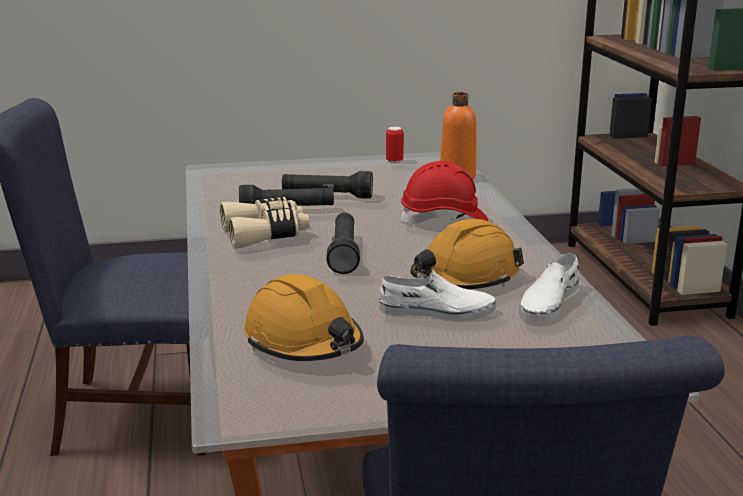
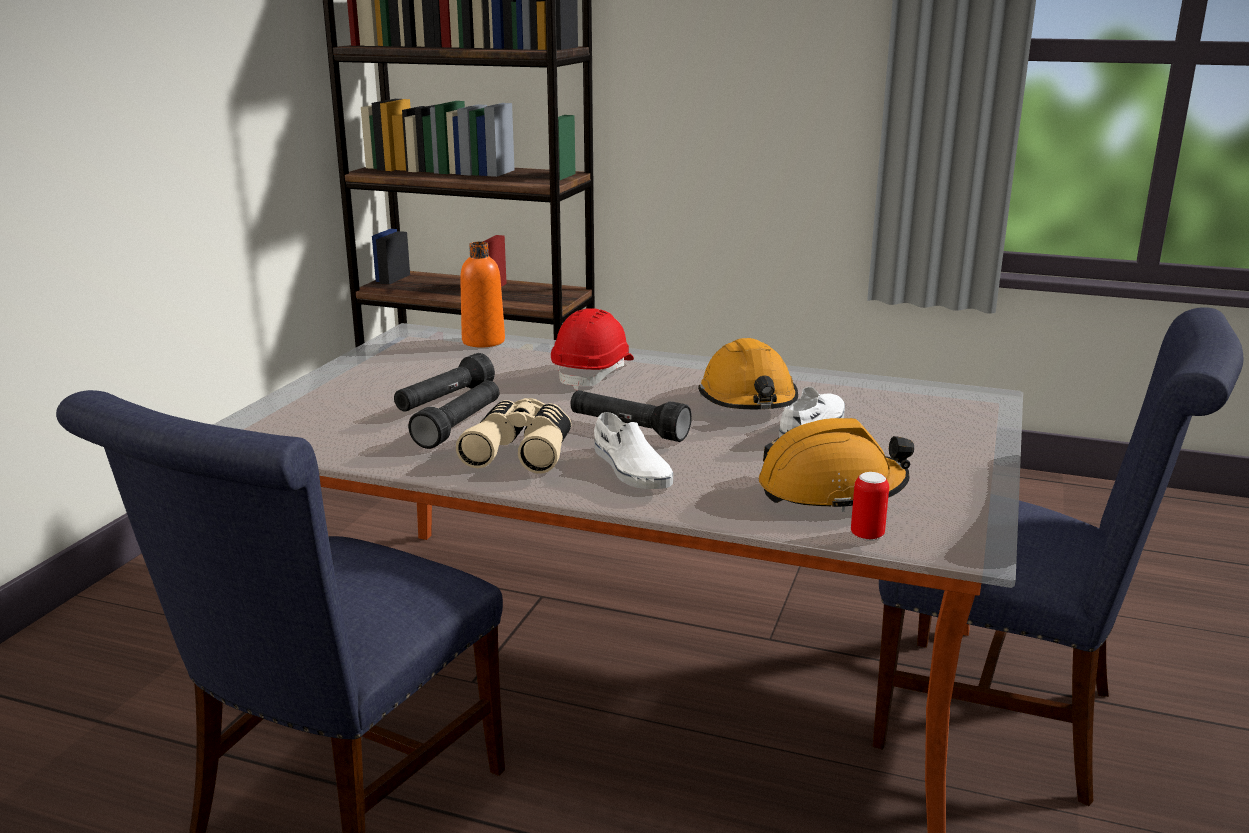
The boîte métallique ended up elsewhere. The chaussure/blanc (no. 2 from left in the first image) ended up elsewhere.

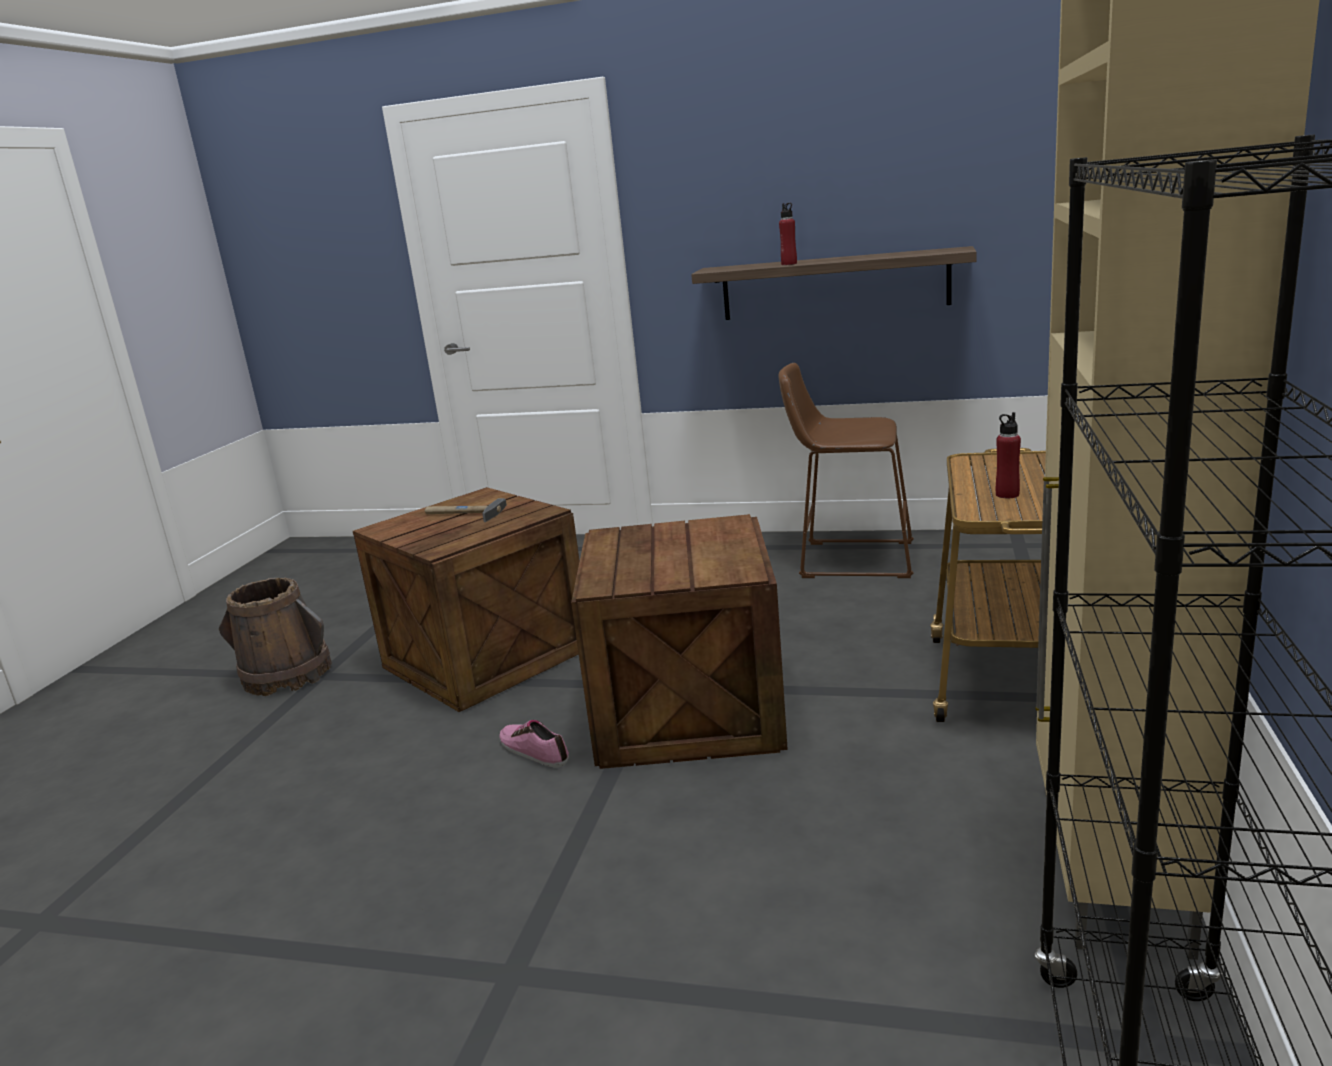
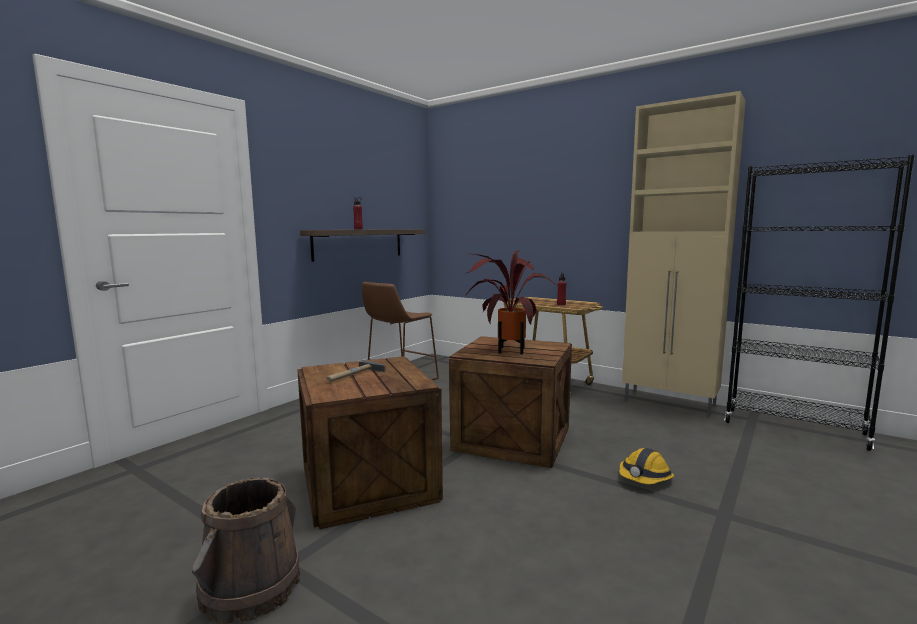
The second view lost the chaussure. The second view gained the plante en pot. The second view gained the casque de chantier.

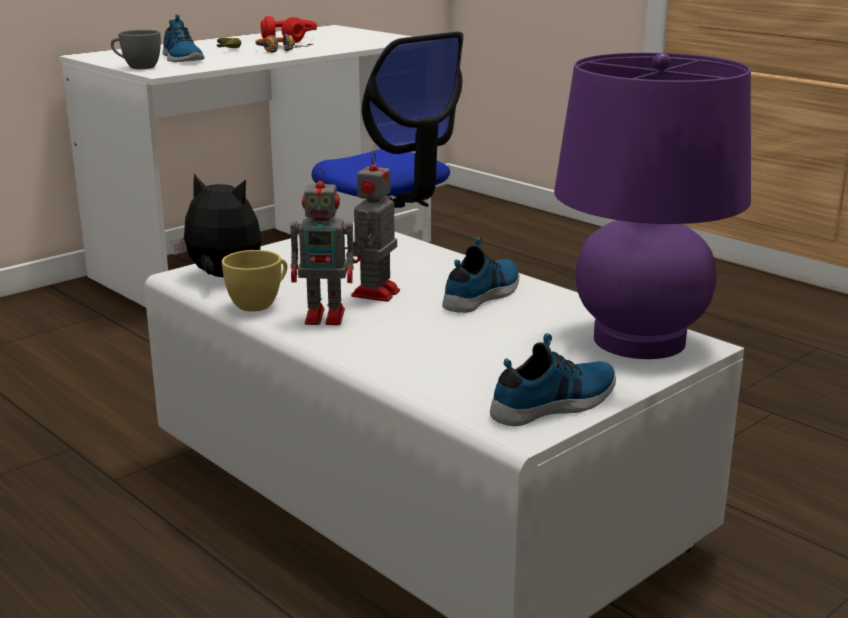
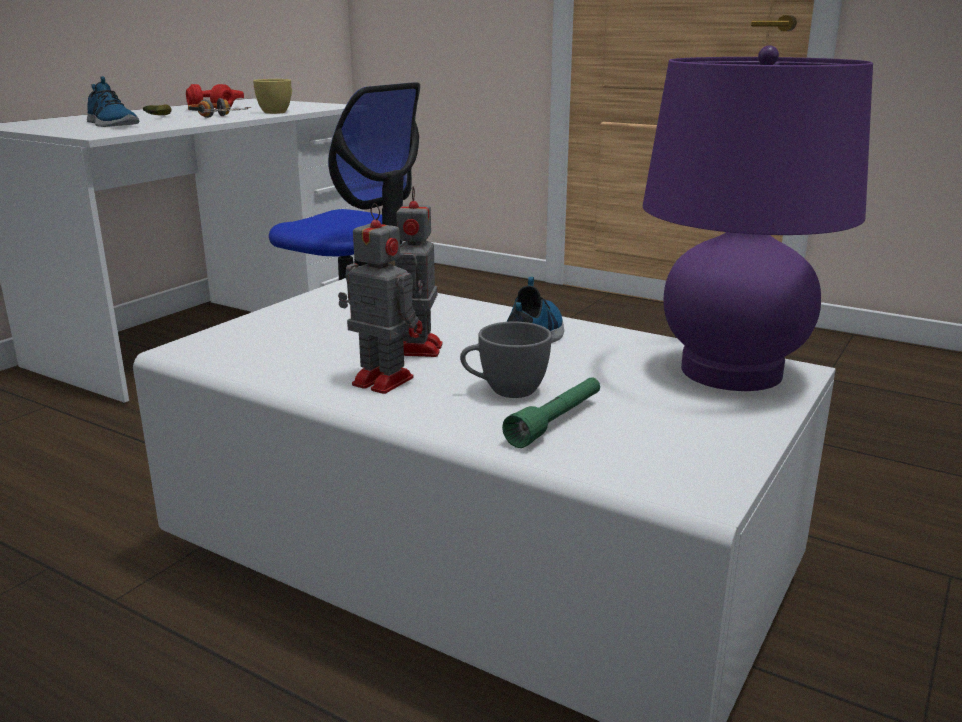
The second view lost the peluche. The second view lost the chaussure (no. 3 from left). The second view gained the lampe de poche/vert. The tasse/gris ended up elsewhere. The tasse/jaune ended up elsewhere. The robot jouet (no. 1 from left) ended up facing another way, 135 degrees counterclockwise from before.

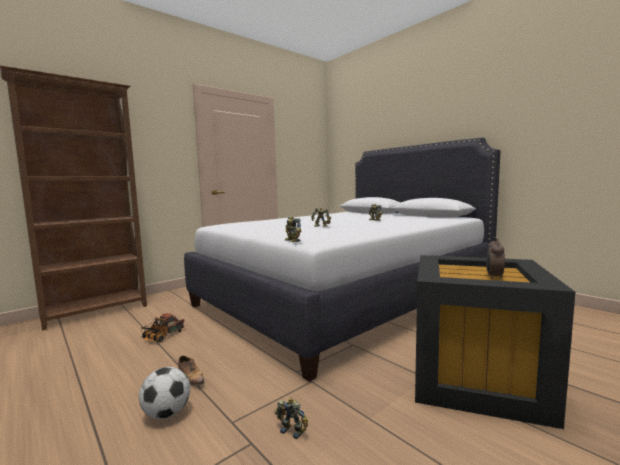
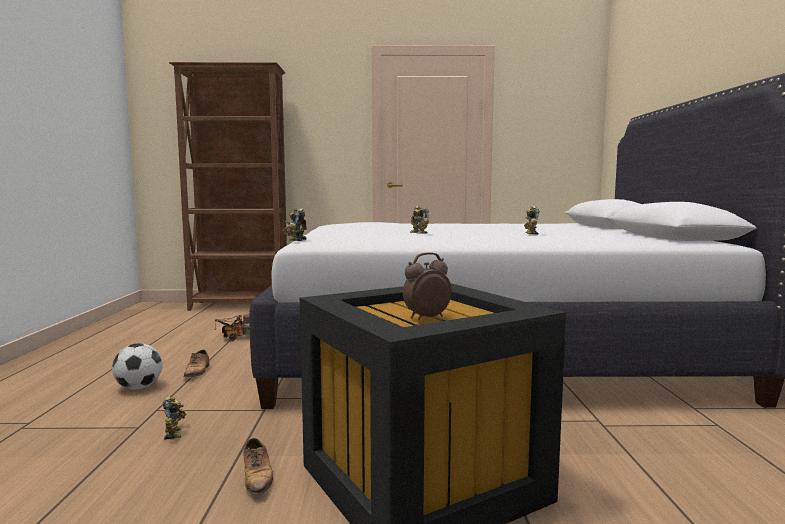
The second view gained the chaussure (no. 2 from left).

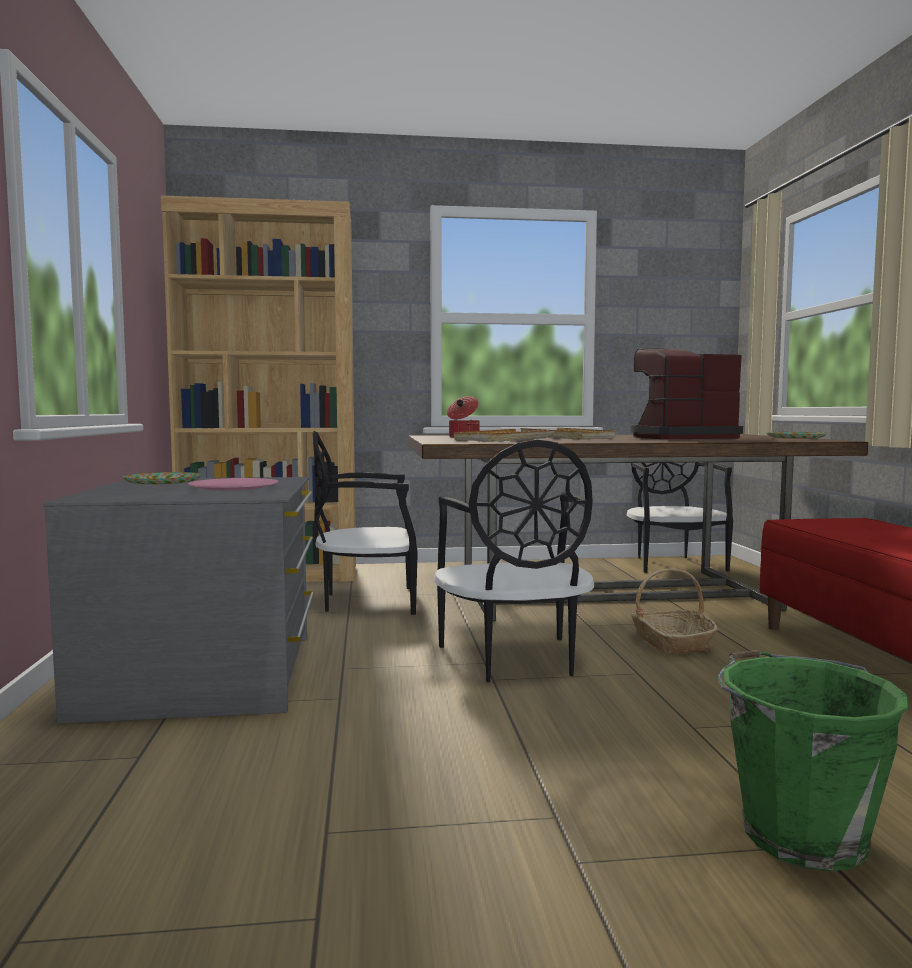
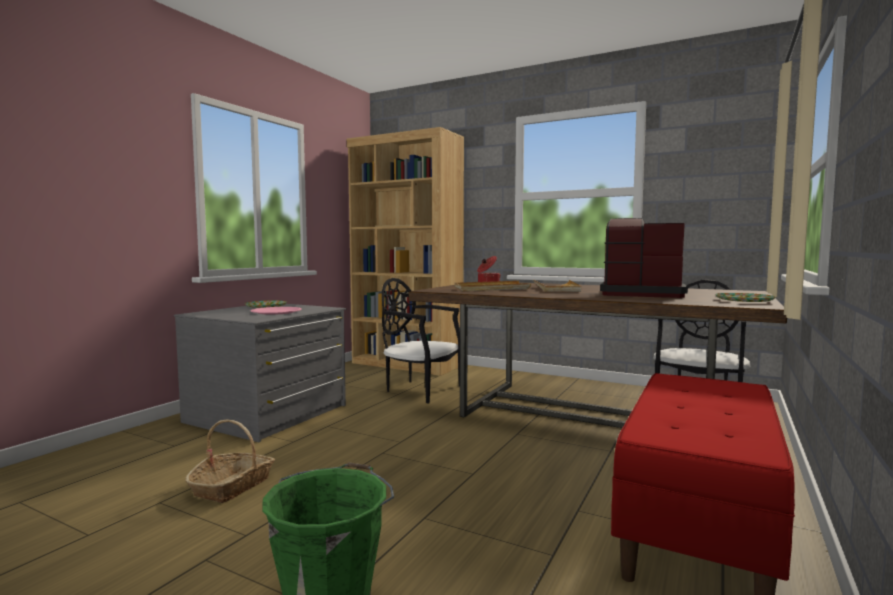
The second view lost the chaise/noir (no. 2 from left). The panier ended up elsewhere.

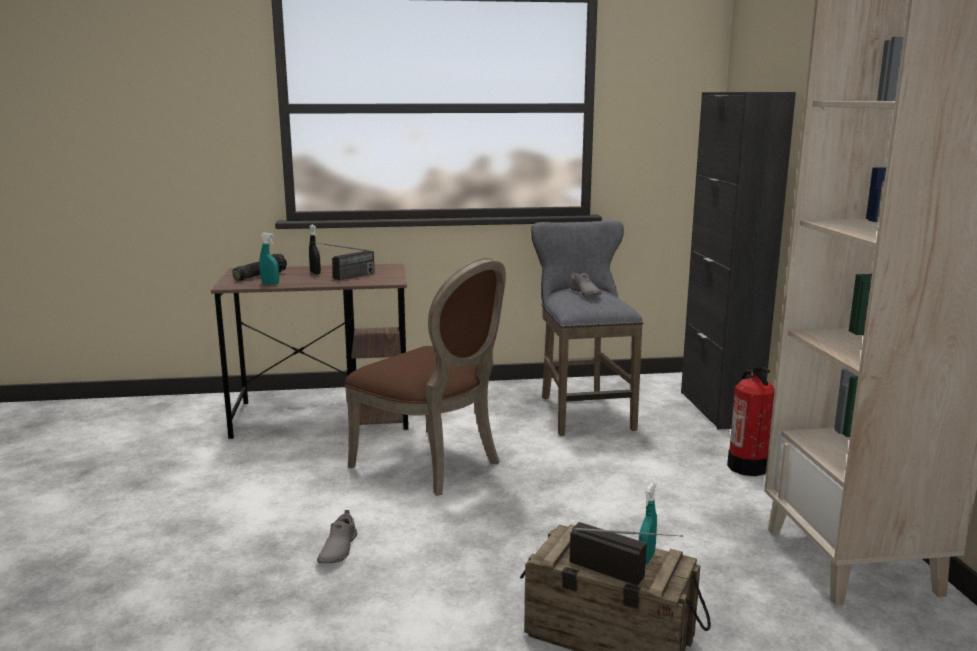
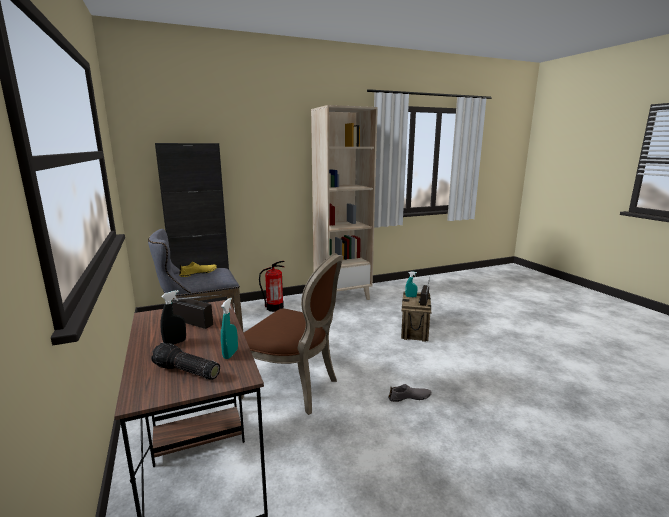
What was the chaussure/gris (no. 2 from left) turned into the chaussure/jaune. The chaise/marron ended up facing another way, 90 degrees clockwise from before.

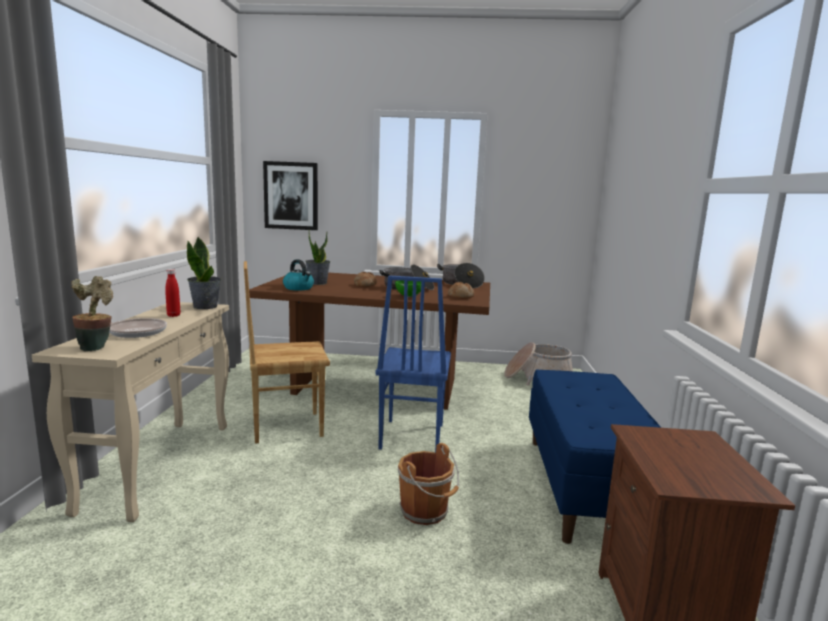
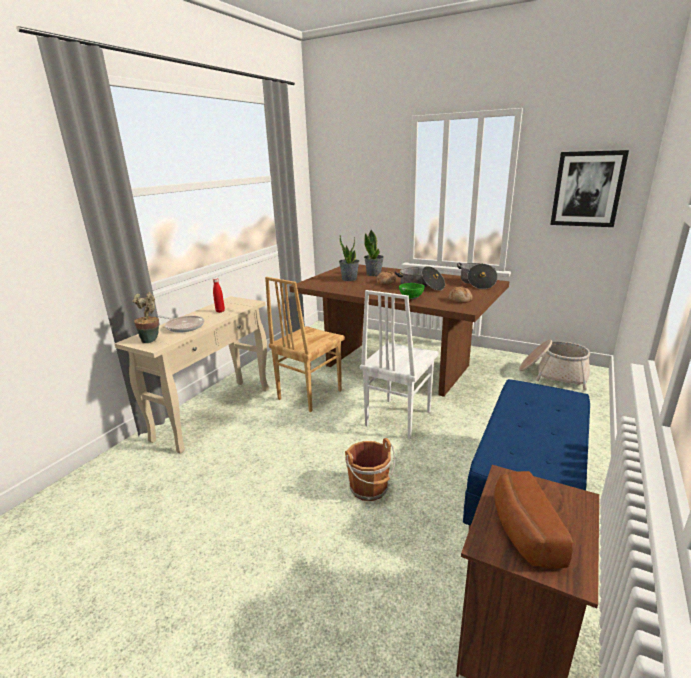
The second view lost the bouilloire. The second view gained the pain (no. 3 from left). The plante en pot (no. 2 from left in the first image) ended up elsewhere. The tableau ended up elsewhere. What was the chaise/bleu turned into the chaise/blanc. The chaise/marron ended up facing another way, 60 degrees counterclockwise from before.

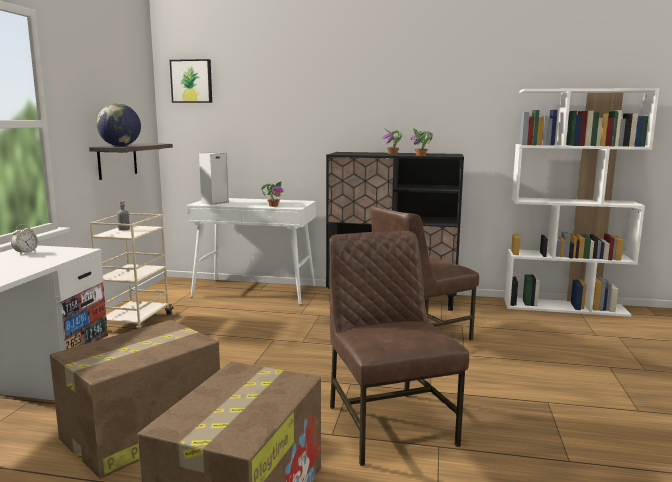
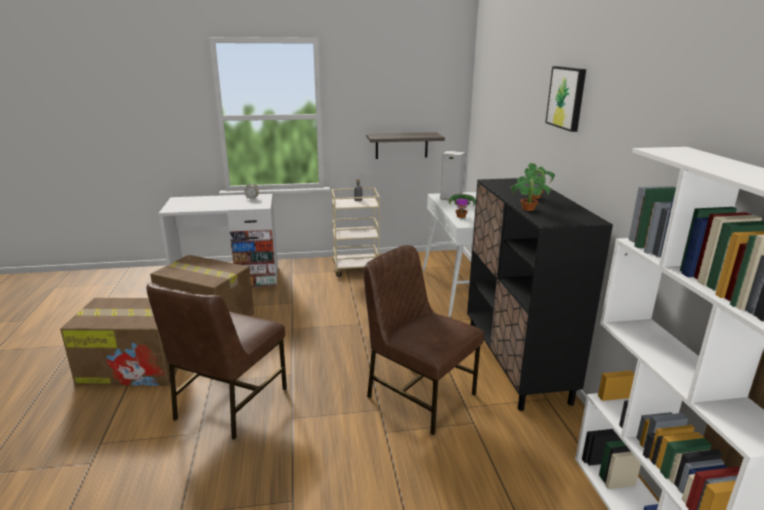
The second view lost the globe. The tableau ended up elsewhere. The chaise/marron (no. 1 from left) ended up facing another way, 150 degrees clockwise from before.

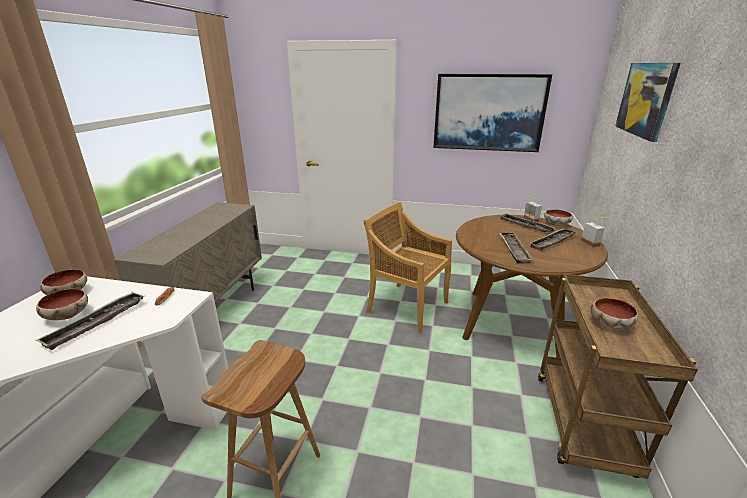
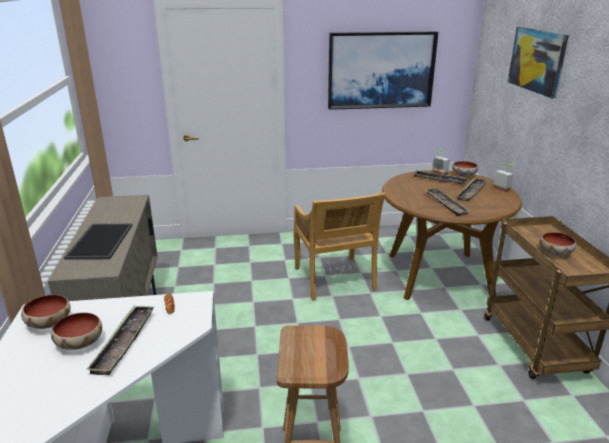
The second view gained the plateau (no. 1 from left). The chaise/beige ended up facing another way, 120 degrees counterclockwise from before.

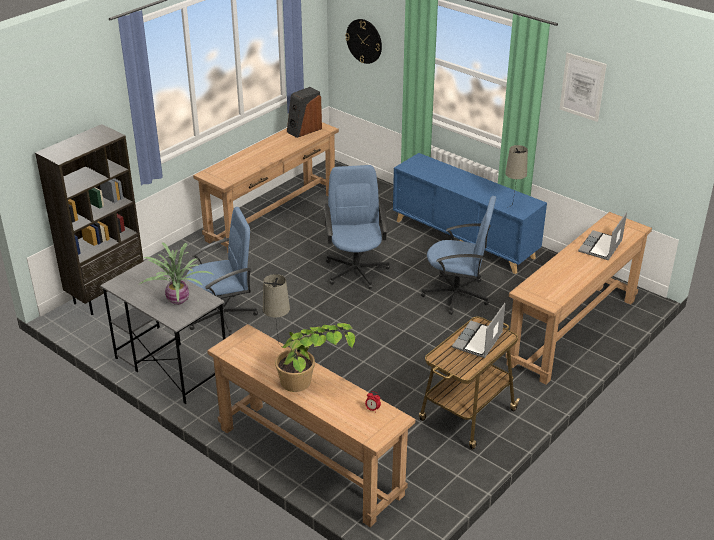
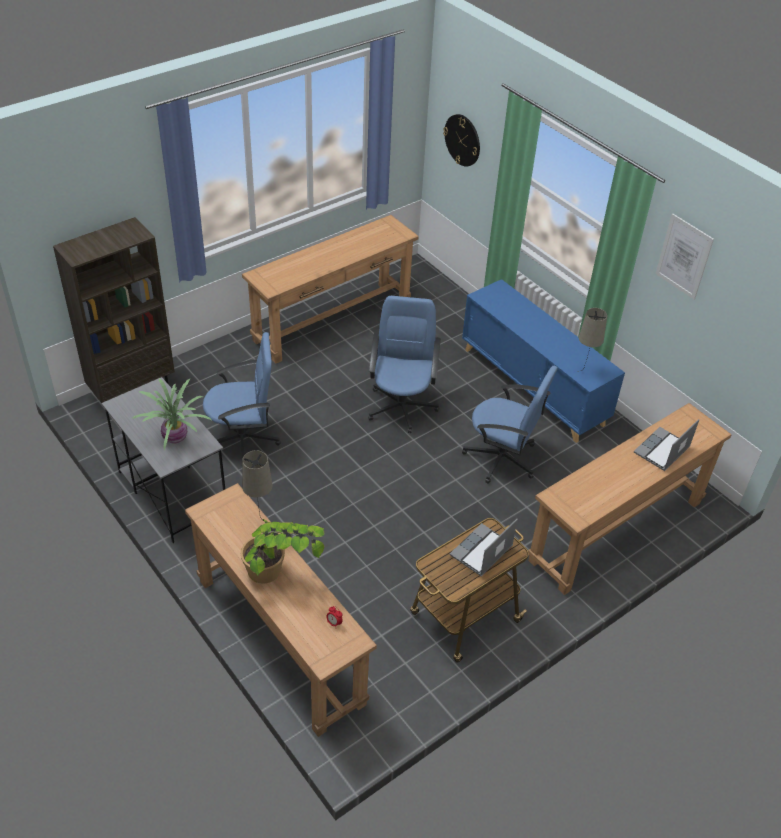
The second view lost the enceinte.

